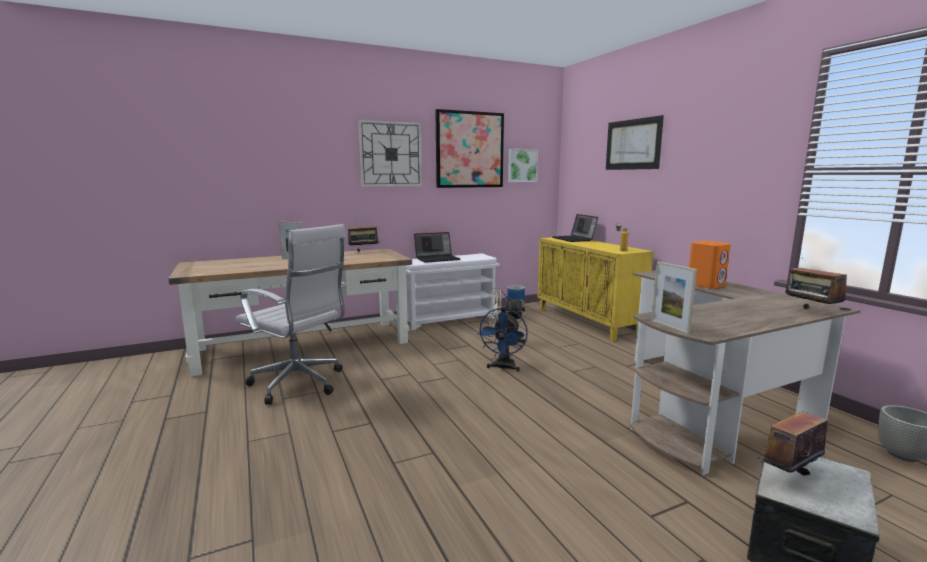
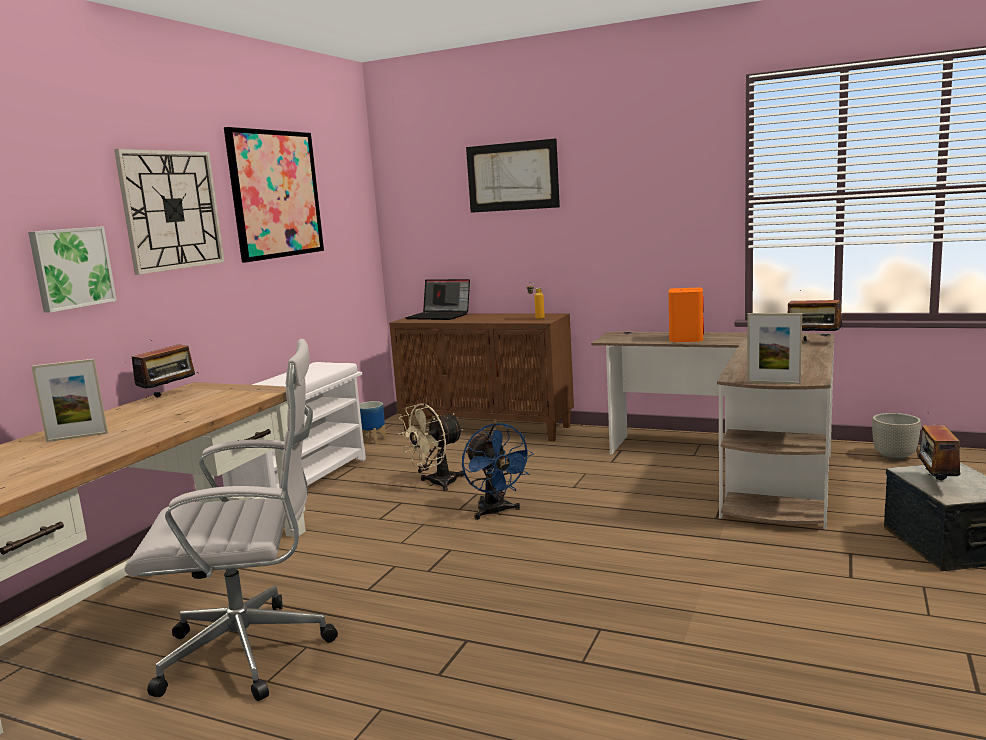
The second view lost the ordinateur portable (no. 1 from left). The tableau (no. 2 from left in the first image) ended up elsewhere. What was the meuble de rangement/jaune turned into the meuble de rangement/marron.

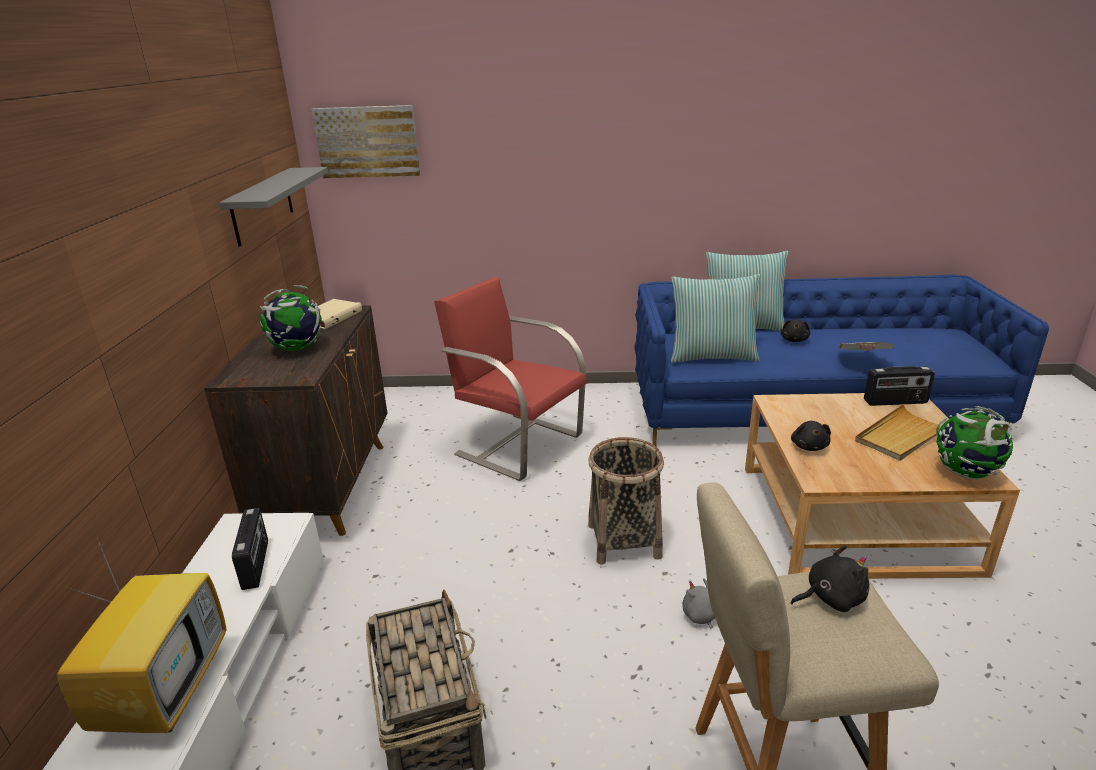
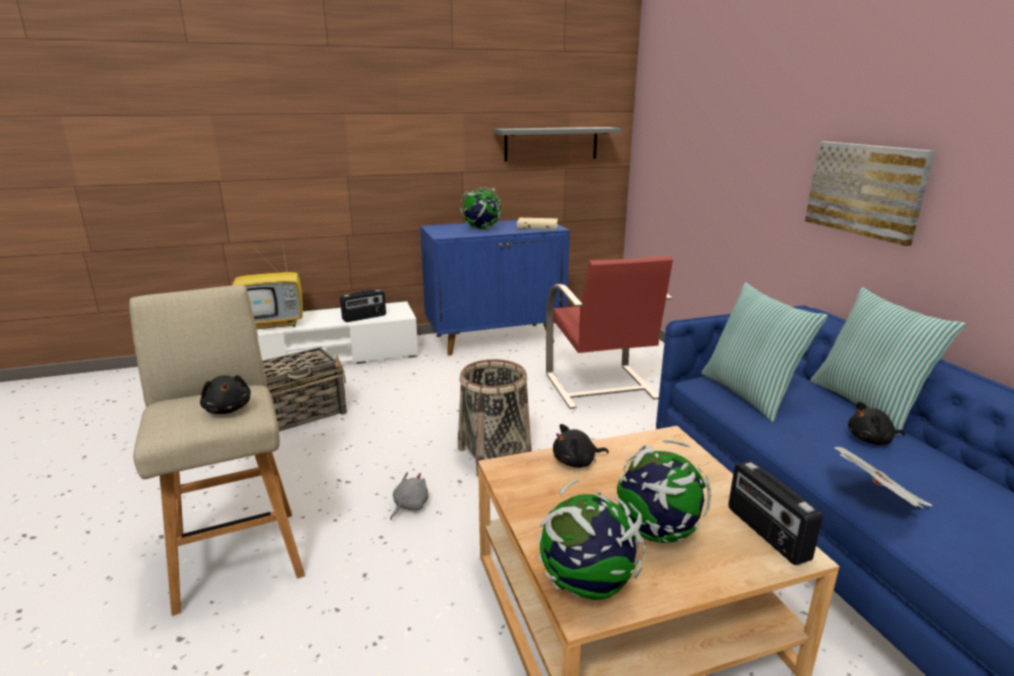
The tableau ended up elsewhere. Where the plateau/beige stood, the globe (no. 3 from left) came to stand. What was the meuble de rangement/marron turned into the meuble de rangement/bleu. The fauteuil/rouge ended up facing another way, 150 degrees clockwise from before.

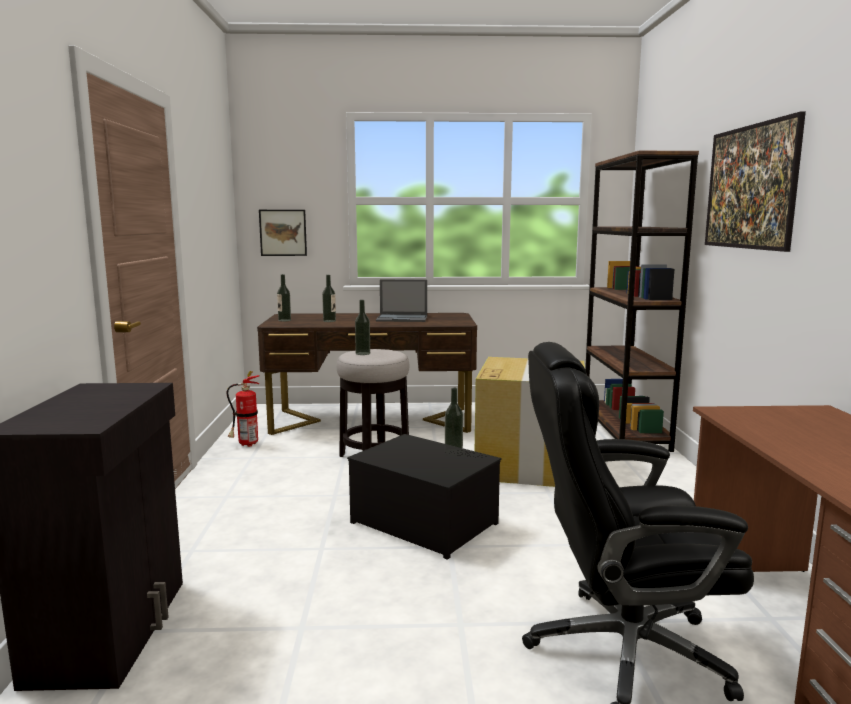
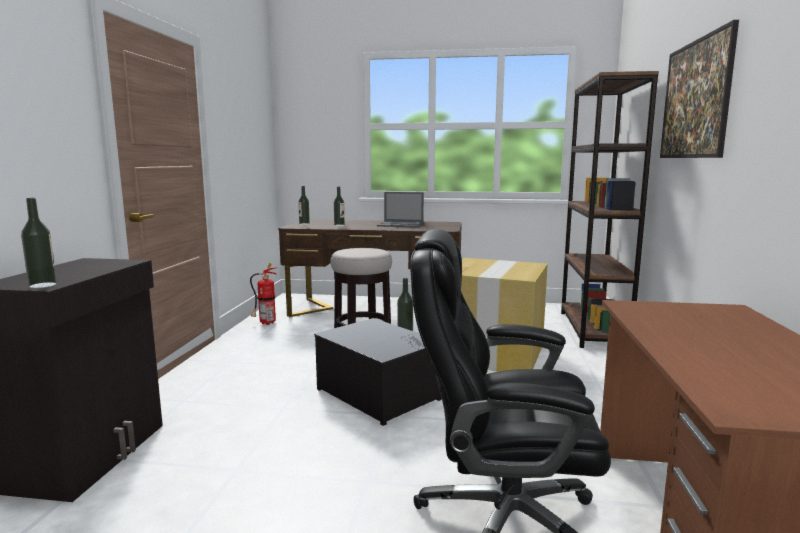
The second view lost the tableau (no. 1 from left). The bouteille (no. 3 from left in the first image) ended up elsewhere.

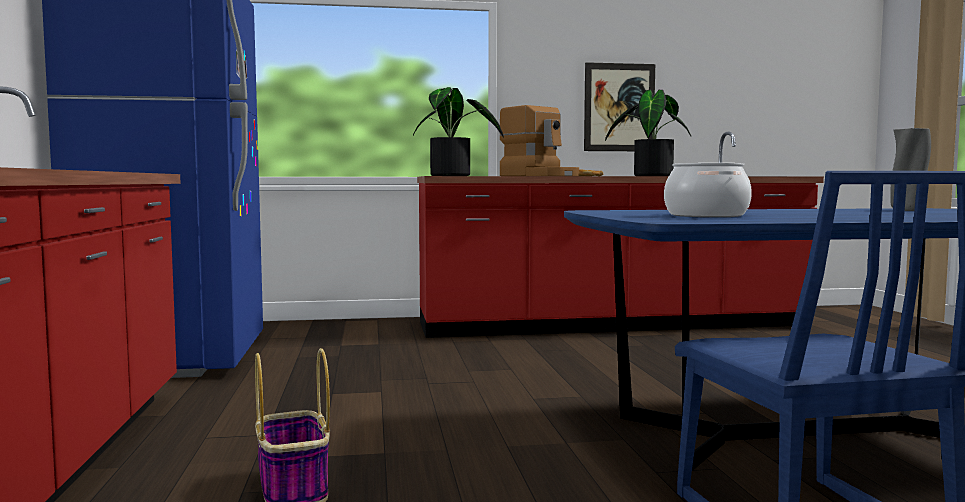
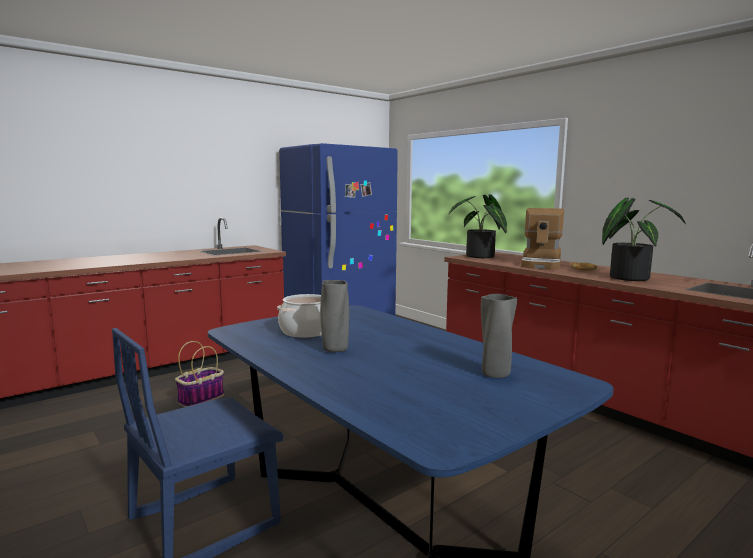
The second view lost the tableau. The second view gained the vase/gris (no. 1 from left).

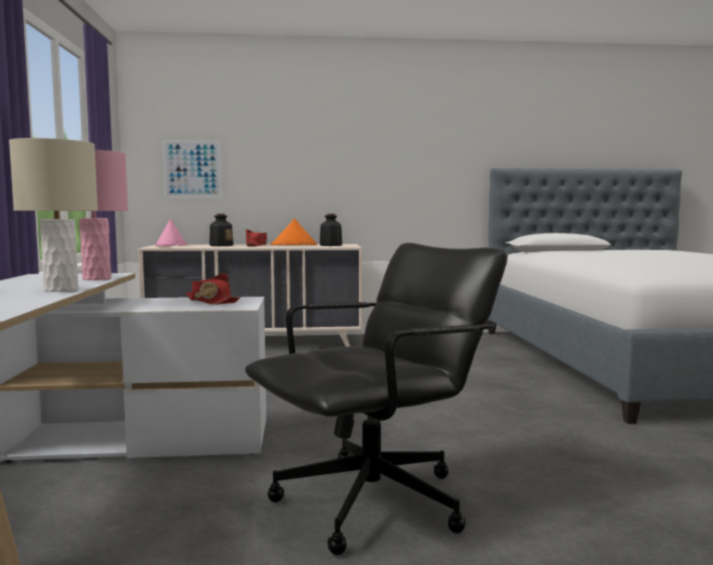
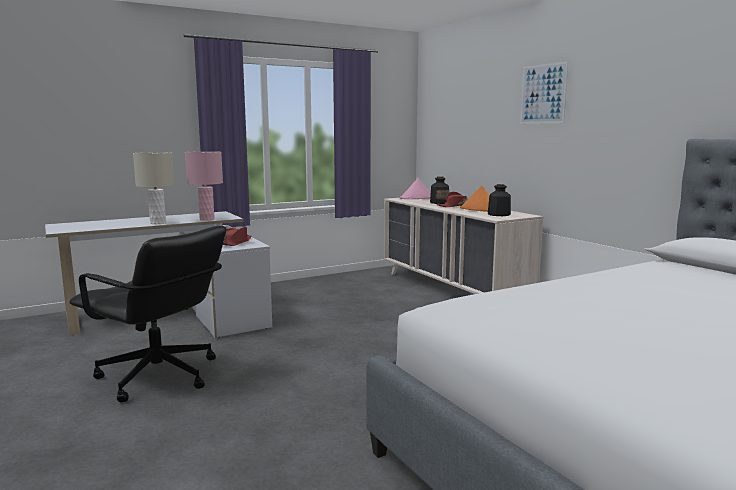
The tableau ended up elsewhere.

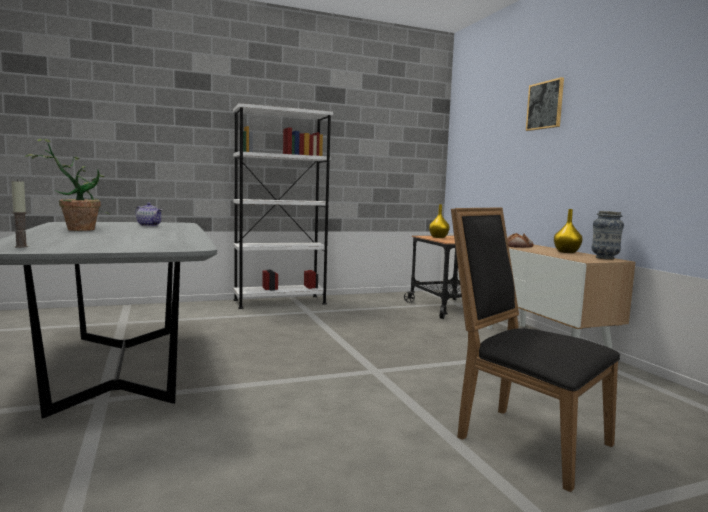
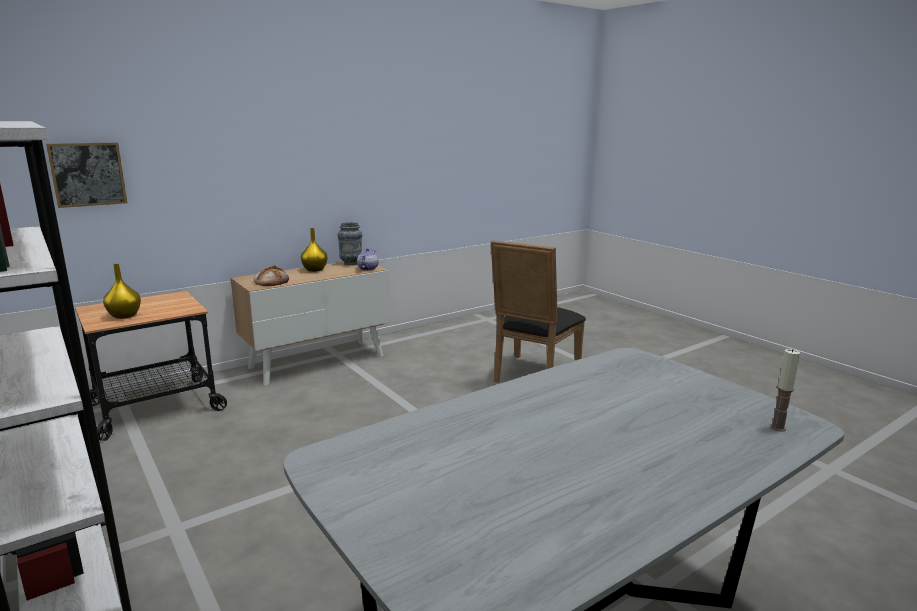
The second view lost the plante en pot. The théière ended up elsewhere. The tableau ended up elsewhere.

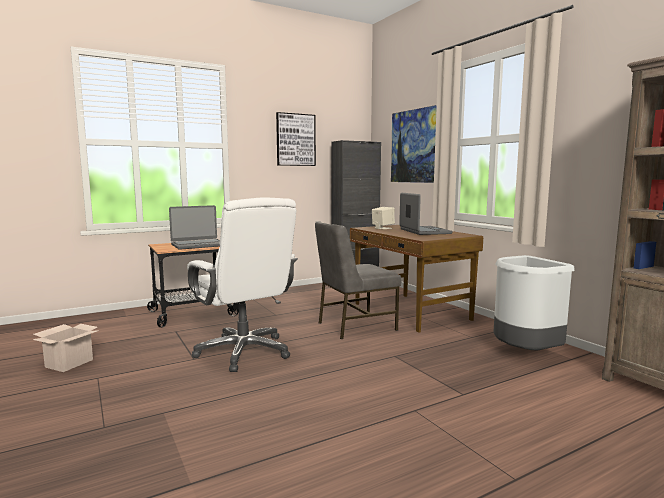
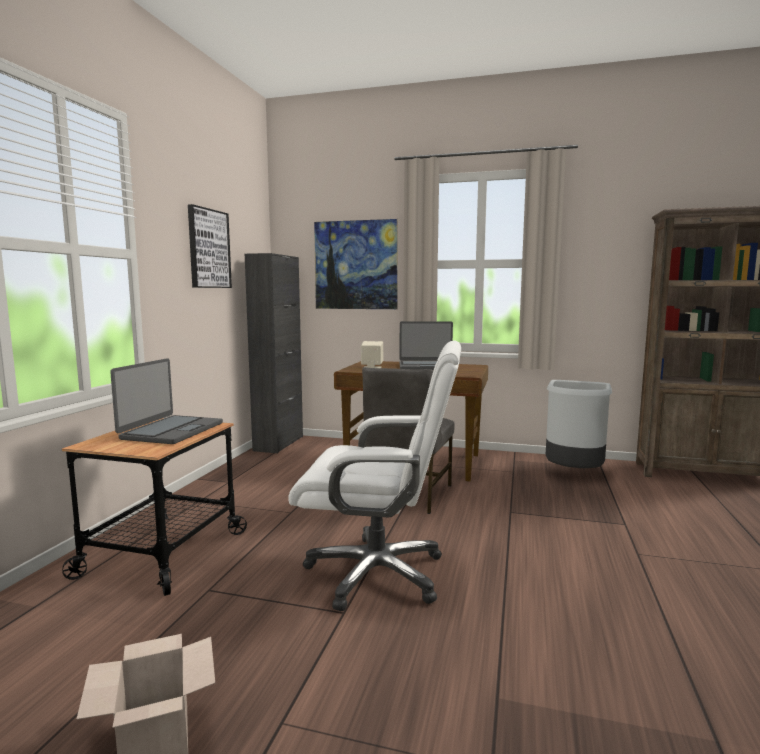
The ordinateur portable (no. 2 from left) ended up facing another way, 150 degrees clockwise from before.

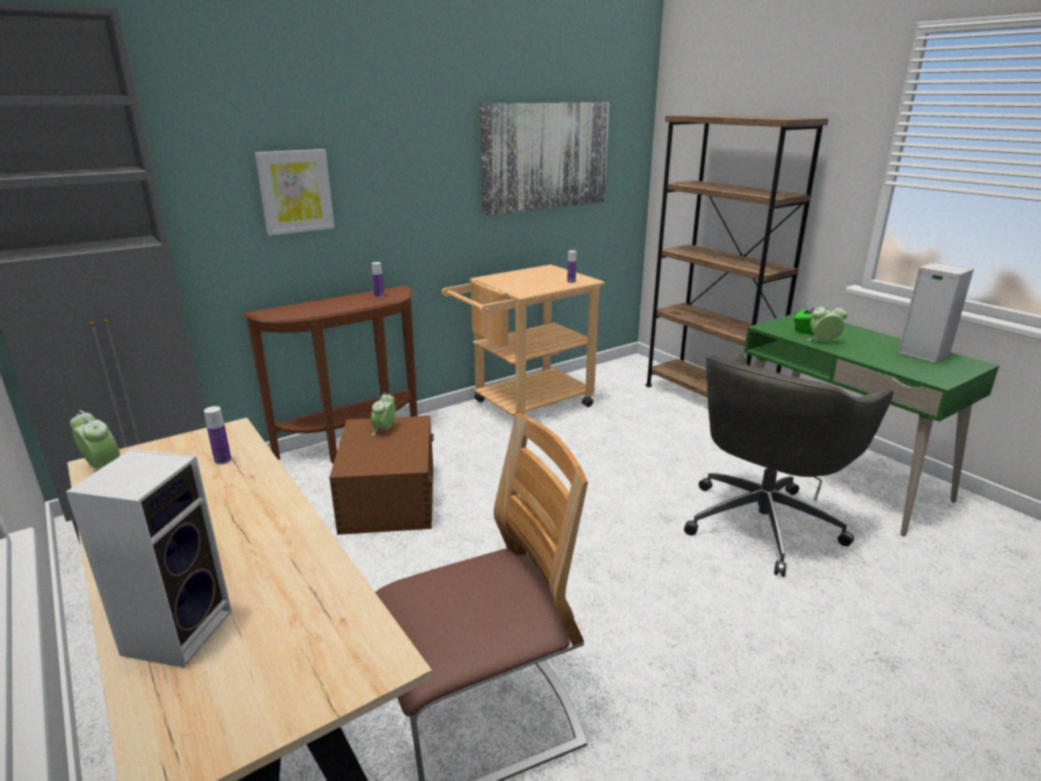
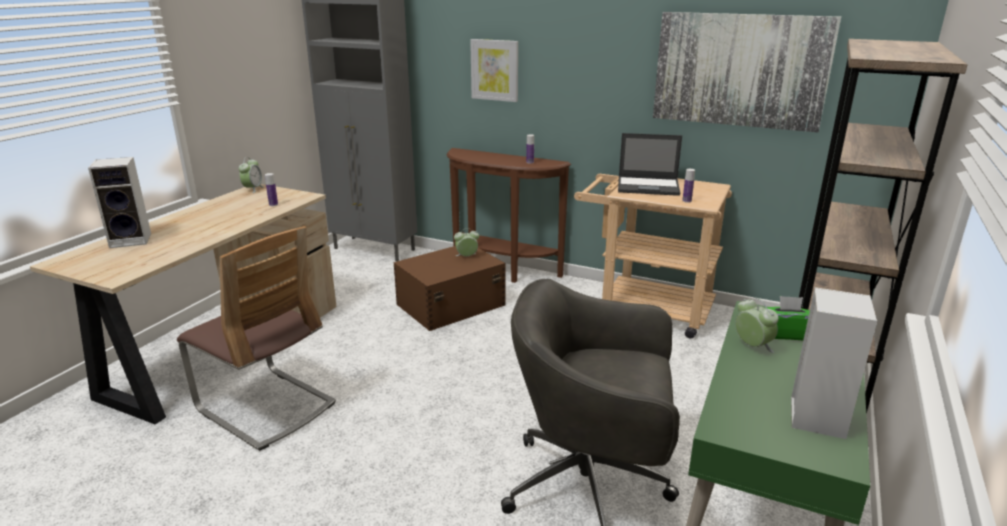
The second view gained the ordinateur portable.

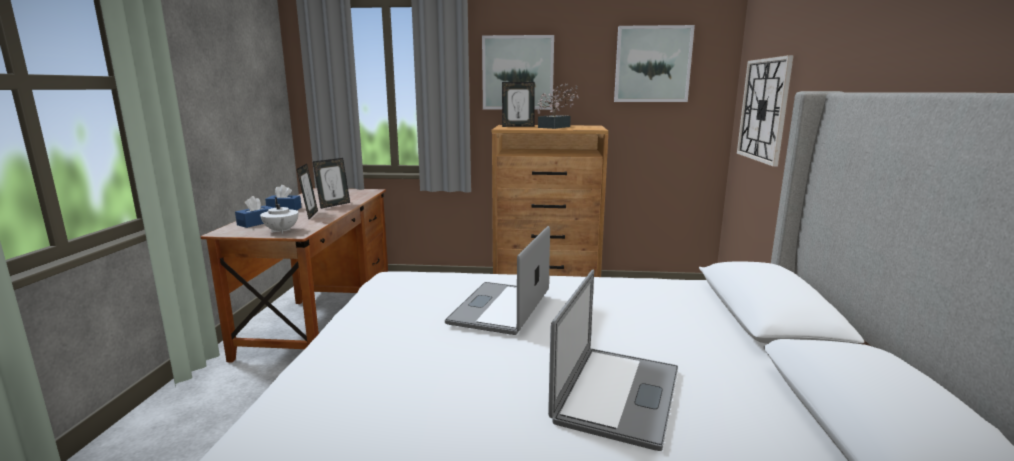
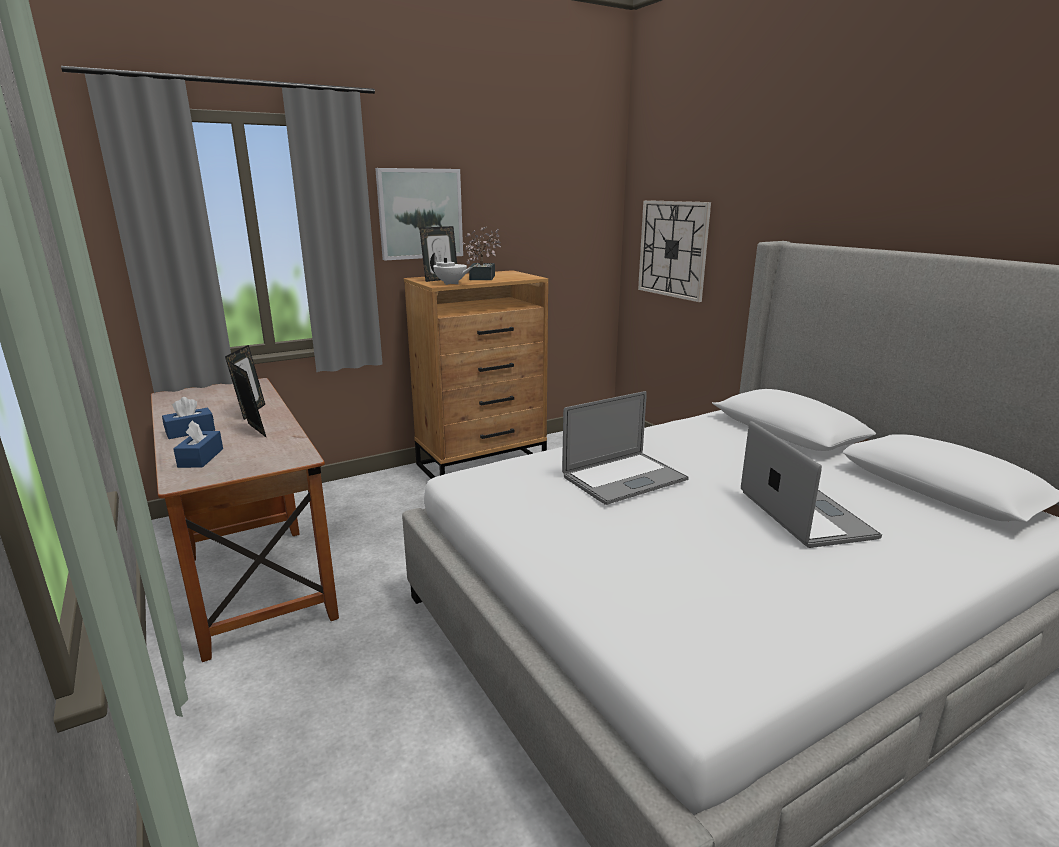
The second view lost the tableau (no. 2 from left). The théière/blanc ended up elsewhere. The ordinateur portable (no. 1 from left) ended up facing another way, 105 degrees counterclockwise from before.

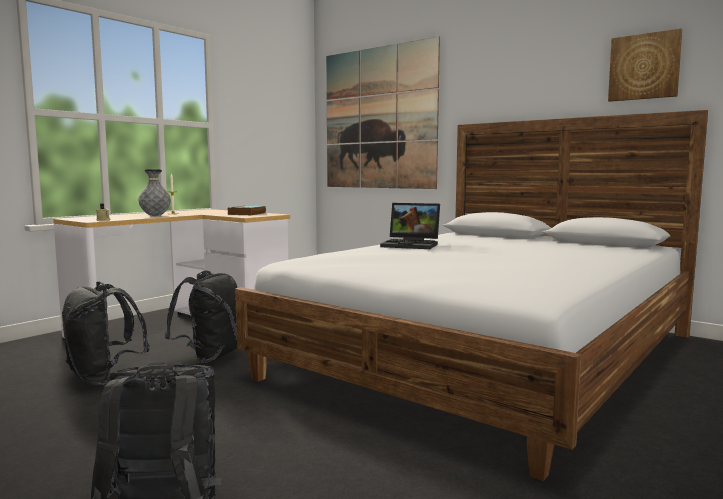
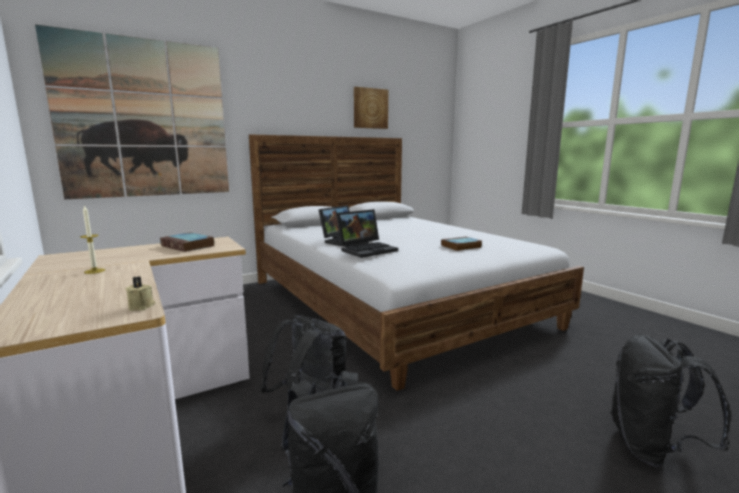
The second view lost the vase/gris. The second view gained the ordinateur portable (no. 2 from left). The second view gained the livre (no. 2 from left).

